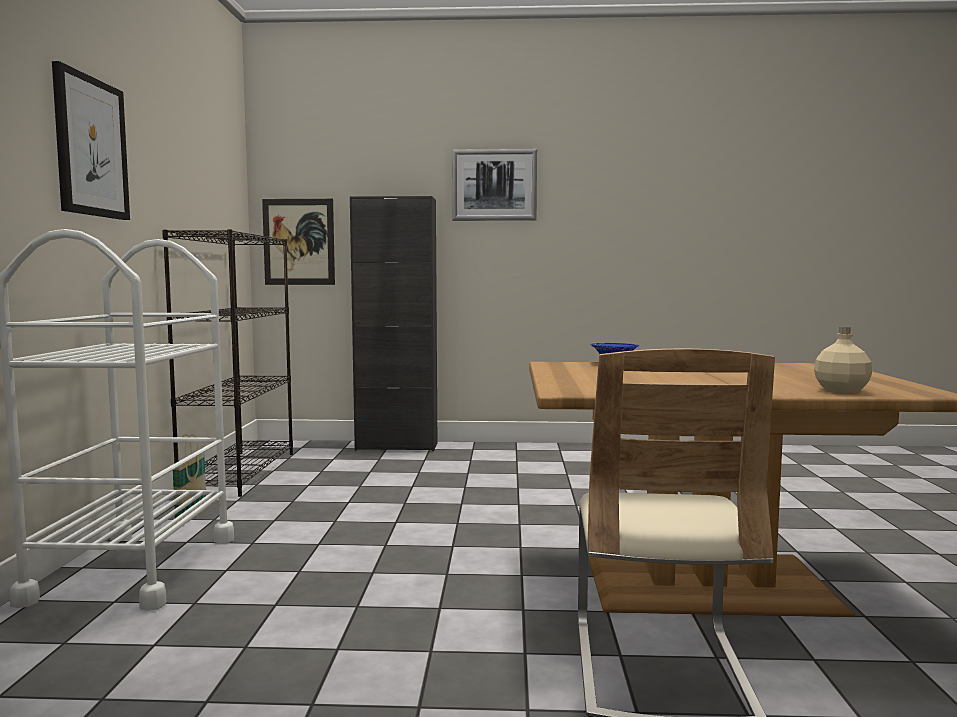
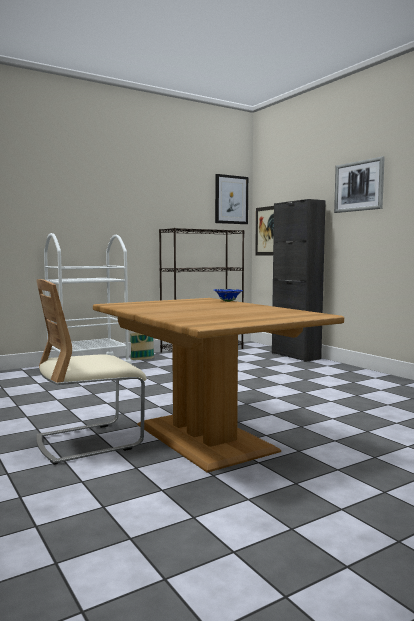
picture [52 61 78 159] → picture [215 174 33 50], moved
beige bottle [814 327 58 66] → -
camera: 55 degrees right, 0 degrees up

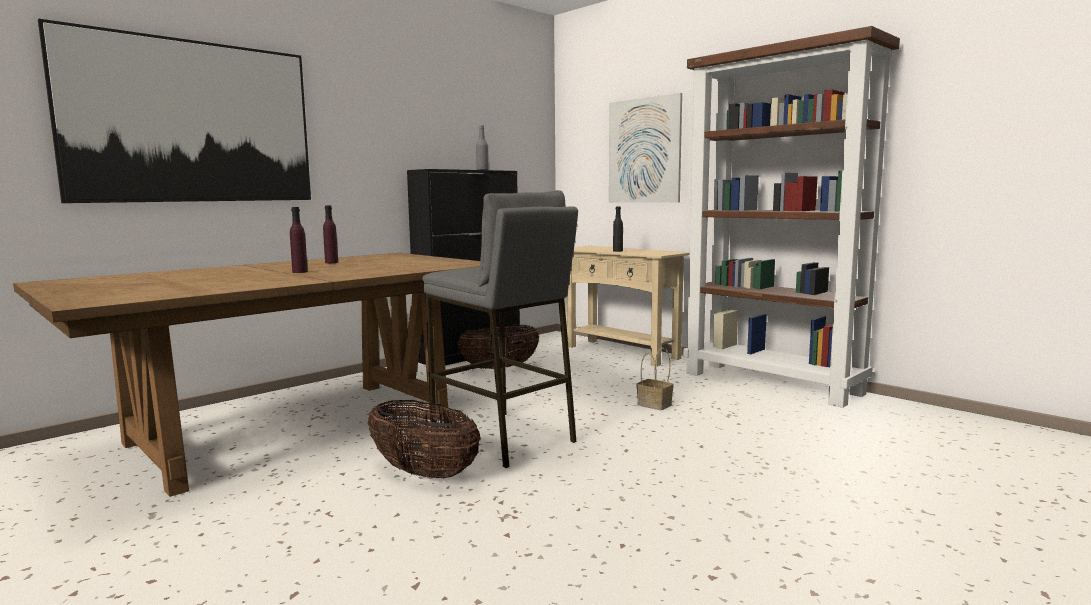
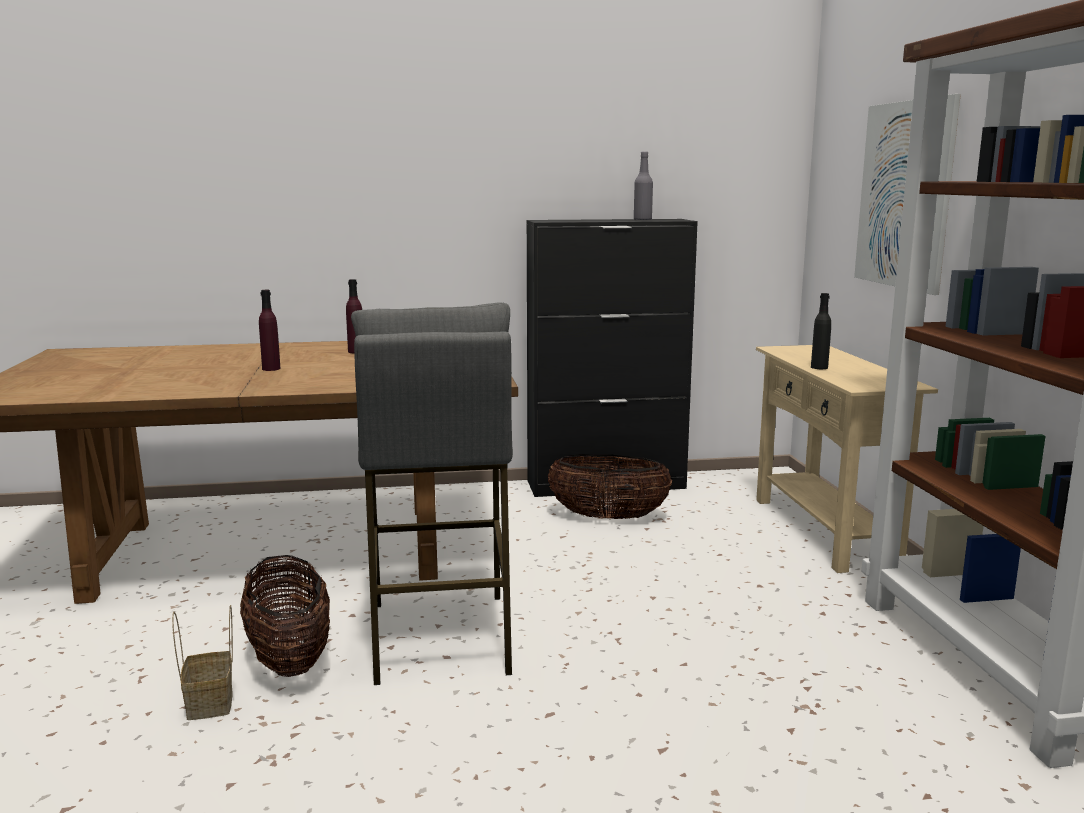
basket [636 348 38 62] → basket [172 605 61 115], moved
picture [38 19 273 184] → -
camera: 35 degrees right, 5 degrees up

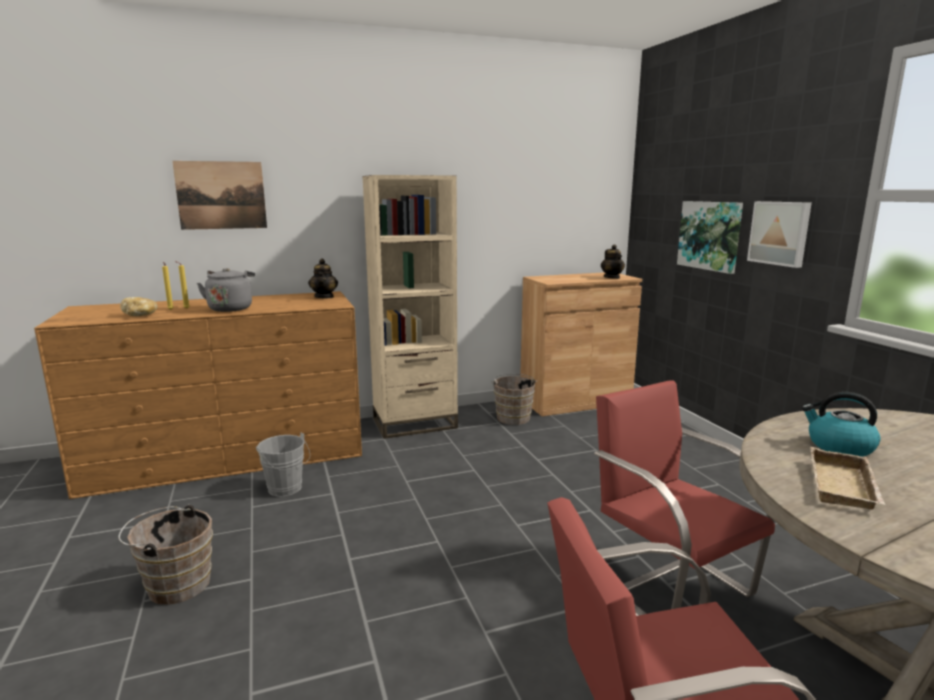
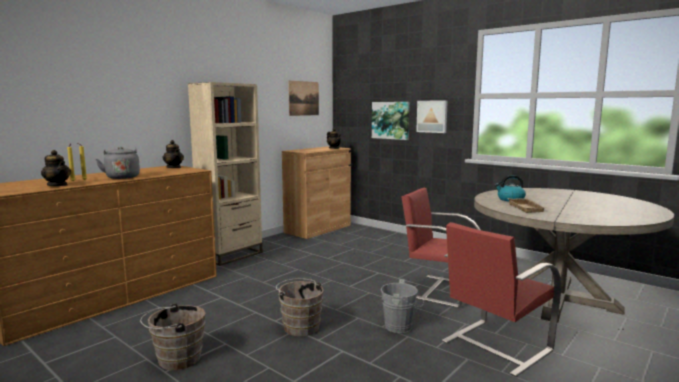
bread [120 297 38 19] → teapot [41 150 30 36]
brown bucket [491 374 46 51] → brown bucket [276 278 48 58], moved
picture [172 161 95 69] → picture [288 81 31 35], moved
grey bucket [256 433 54 64] → grey bucket [381 279 43 54], moved
camera: 30 degrees left, 5 degrees down

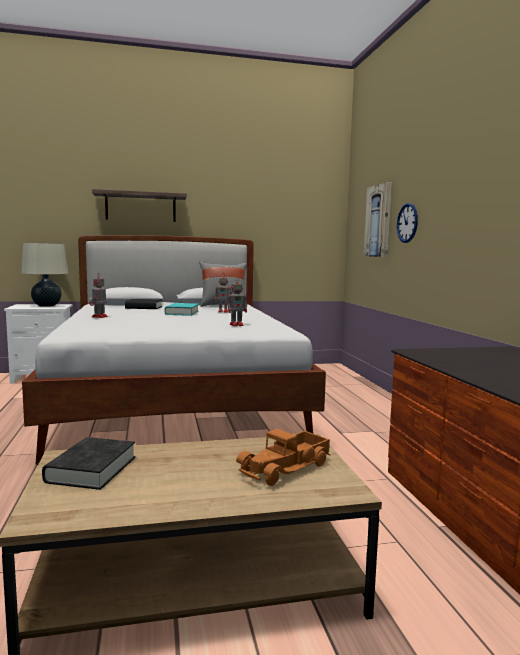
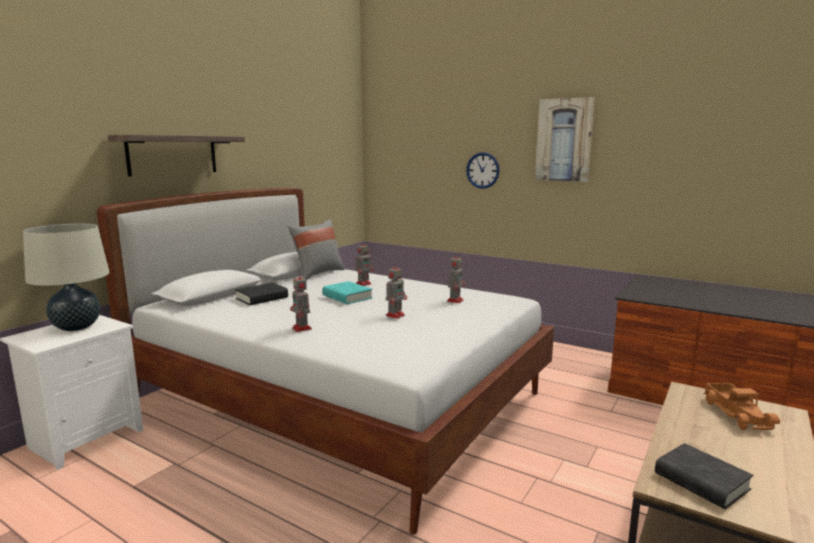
- → toy robot [386 262 21 57]
picture [364 182 28 75] → picture [535 97 60 85], moved
camera: 45 degrees left, 5 degrees up

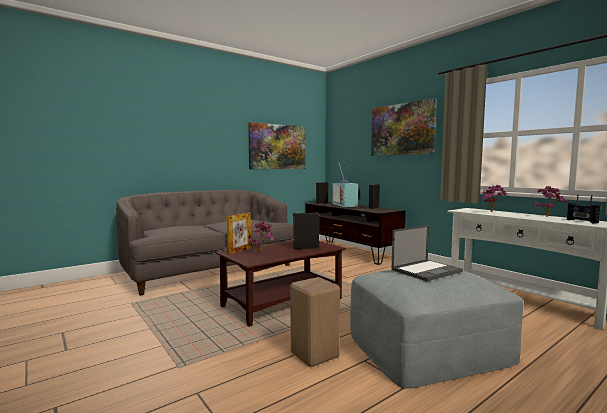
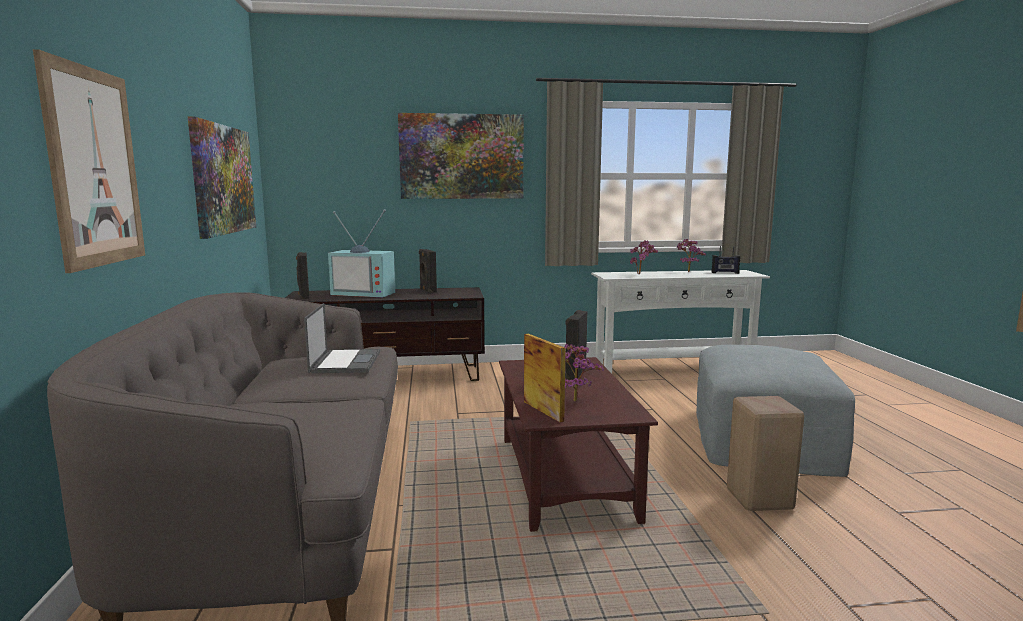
- → picture [33 49 112 224]
laptop [391 225 72 56] → laptop [304 303 76 70], moved
camera: 60 degrees left, 5 degrees up

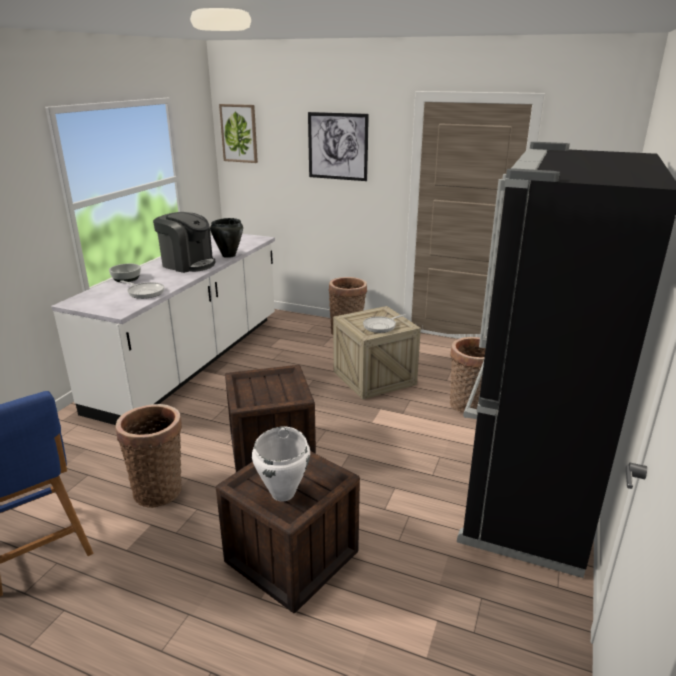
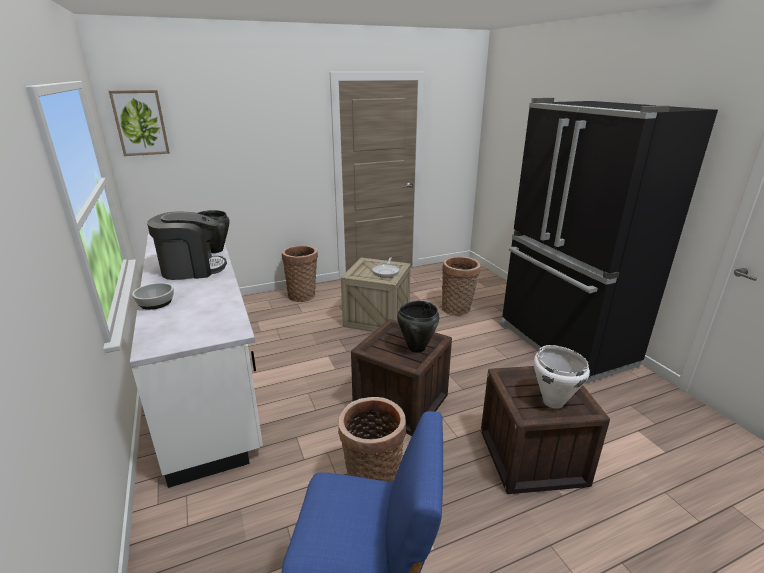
- → black cooking pot [397 301 42 52]
frying pan [120 280 45 19] → -
picture [308 112 61 69] → -
camera: 45 degrees left, 0 degrees up

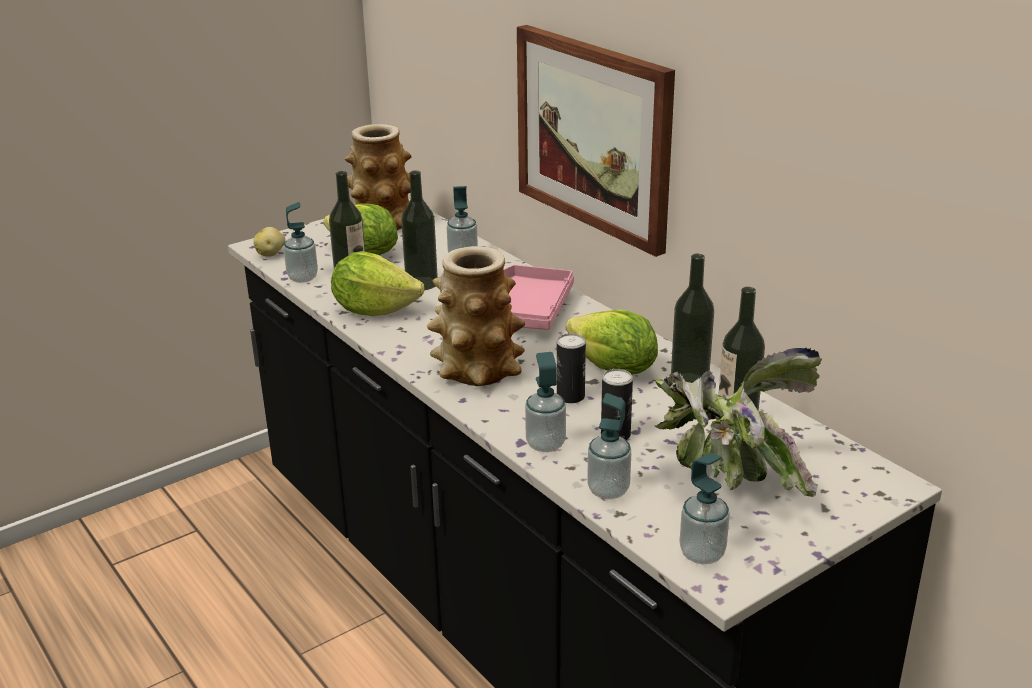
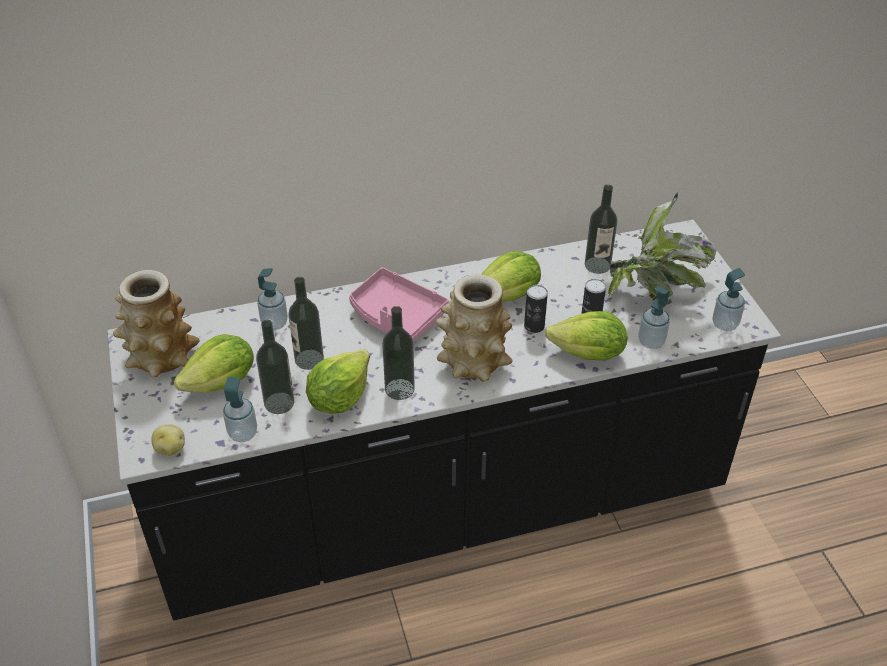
bottle [671 254 43 129] → bottle [382 306 33 94], moved
soap dispenser [525 352 41 100] → lettuce [545 311 82 49]
picture [517 25 158 232] → -
camera: 70 degrees left, 15 degrees up

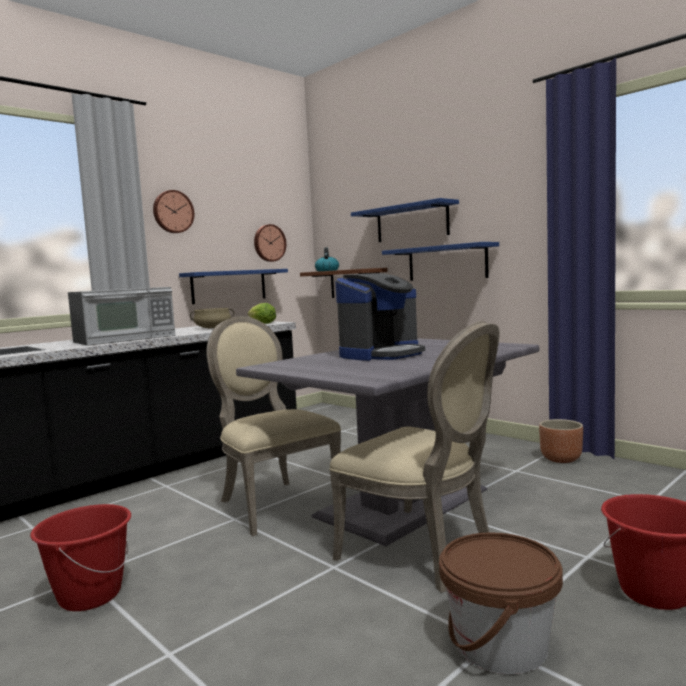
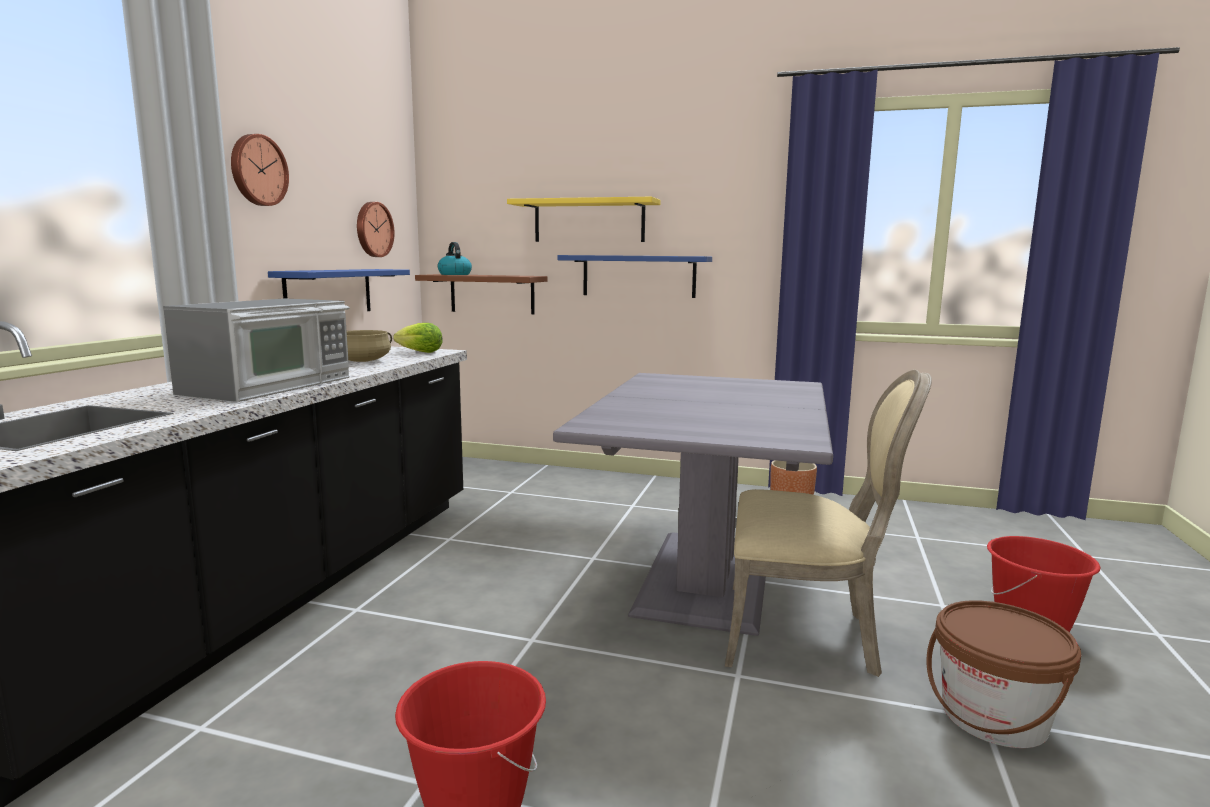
blue shelf [351 198 108 44] → yellow shelf [507 197 154 45]
beige chair [206 316 135 220] → -
coffee machine [335 273 90 88] → -
camera: 30 degrees left, 5 degrees up

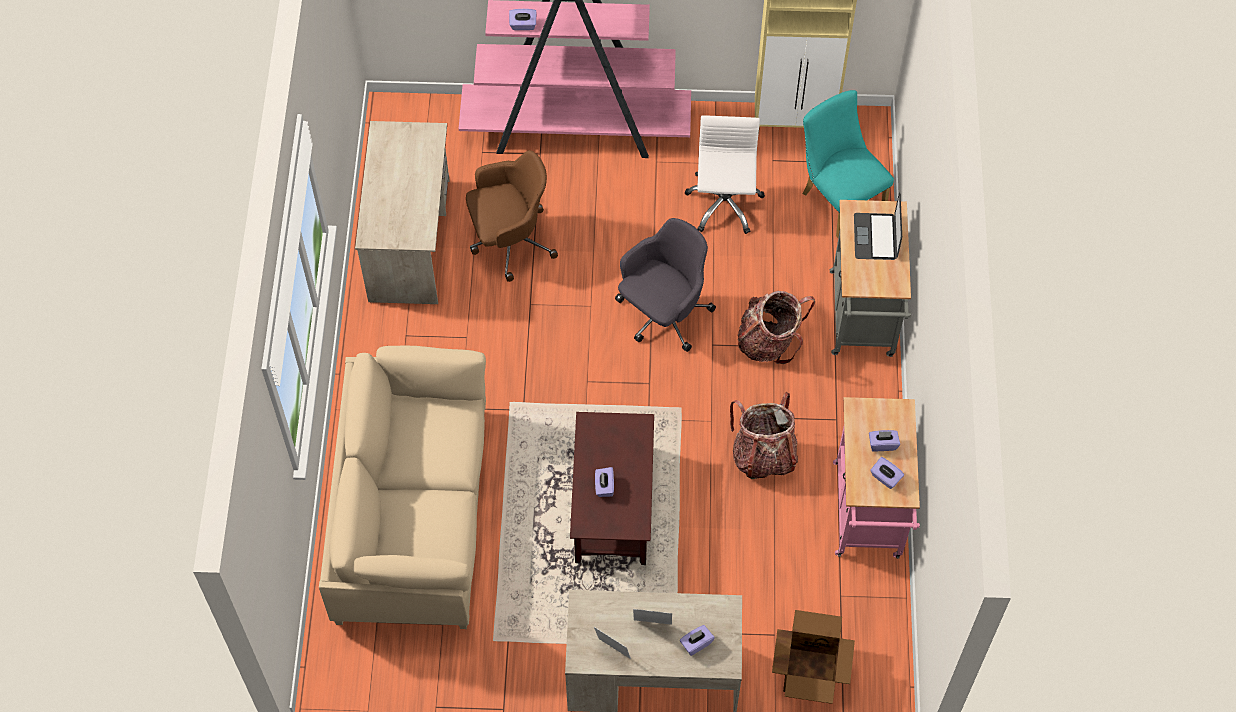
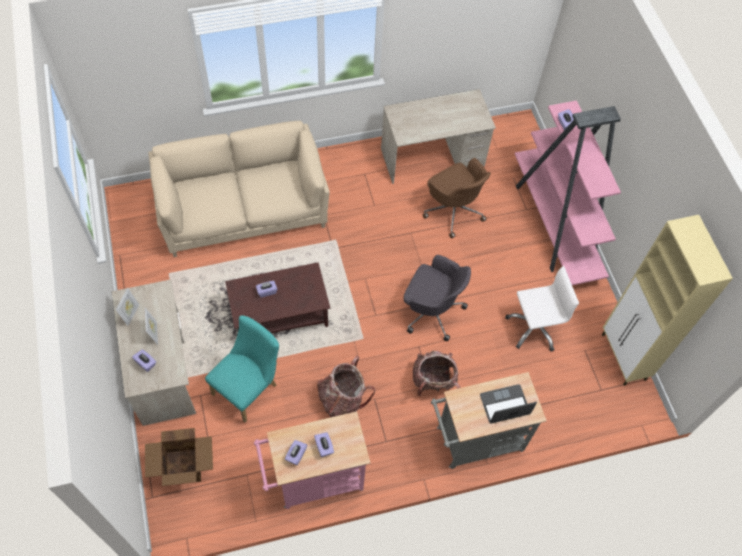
turquoise chair [802 90 92 148] → turquoise chair [205 315 74 108], moved
camera: 70 degrees right, 0 degrees up

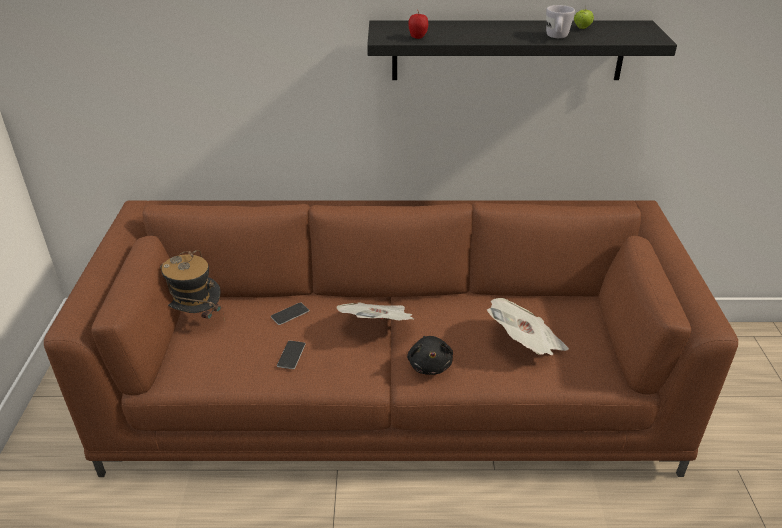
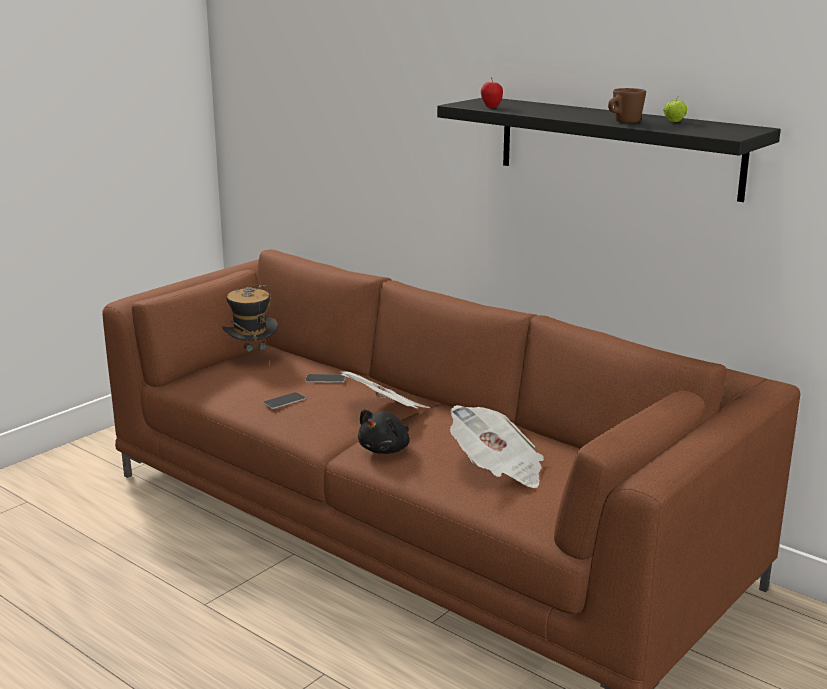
white mug [546 5 29 33] → brown mug [608 88 38 35]
camera: 40 degrees right, 15 degrees down

